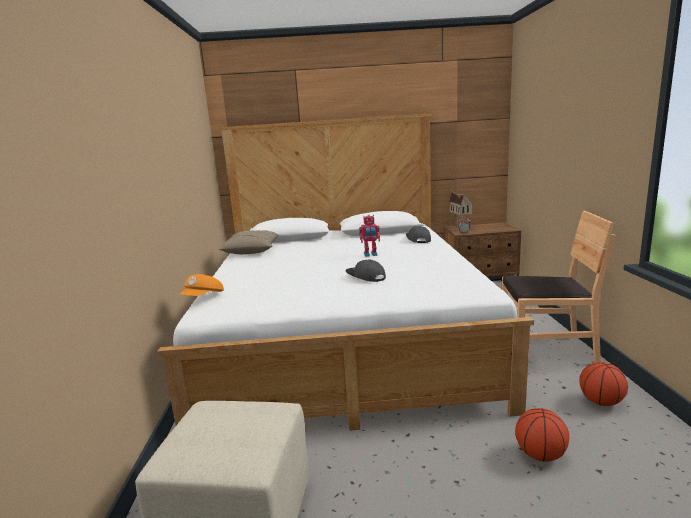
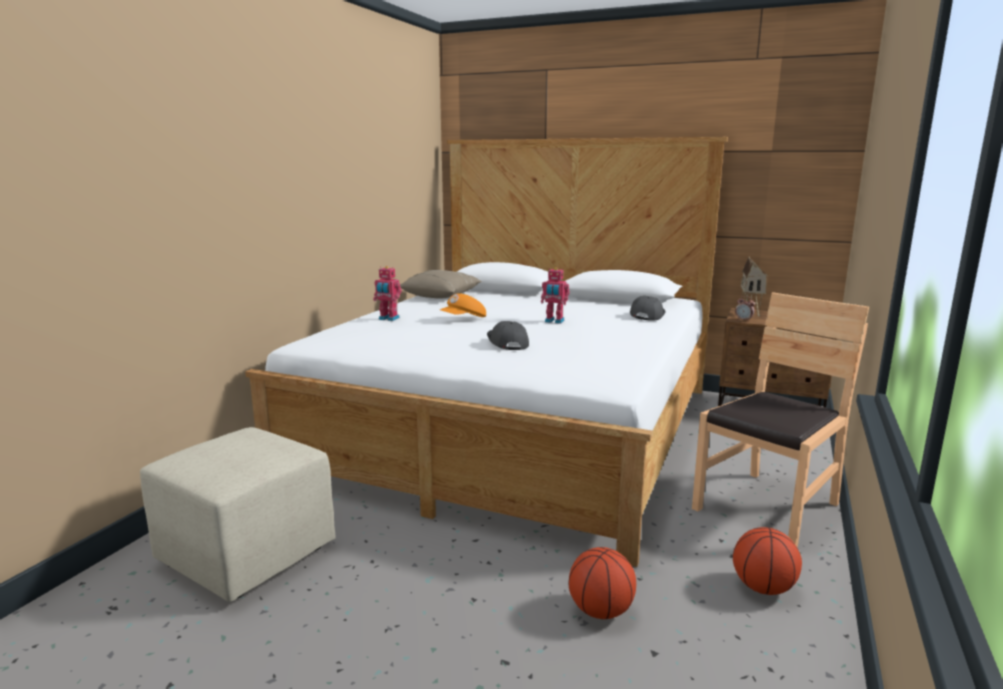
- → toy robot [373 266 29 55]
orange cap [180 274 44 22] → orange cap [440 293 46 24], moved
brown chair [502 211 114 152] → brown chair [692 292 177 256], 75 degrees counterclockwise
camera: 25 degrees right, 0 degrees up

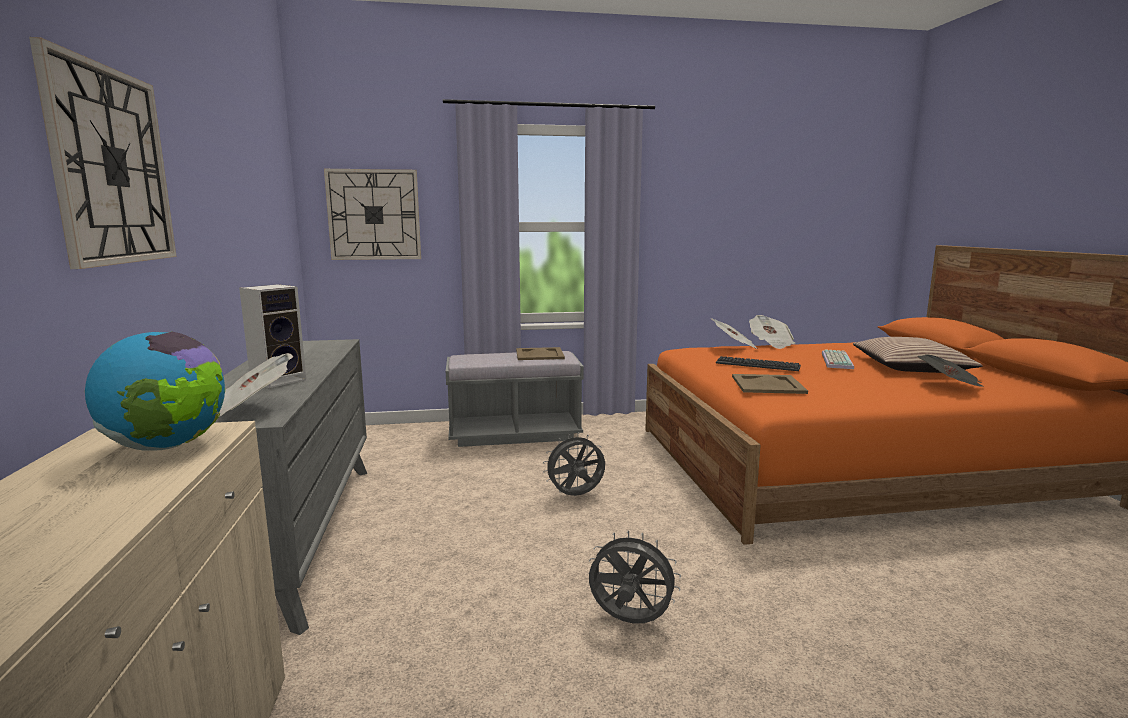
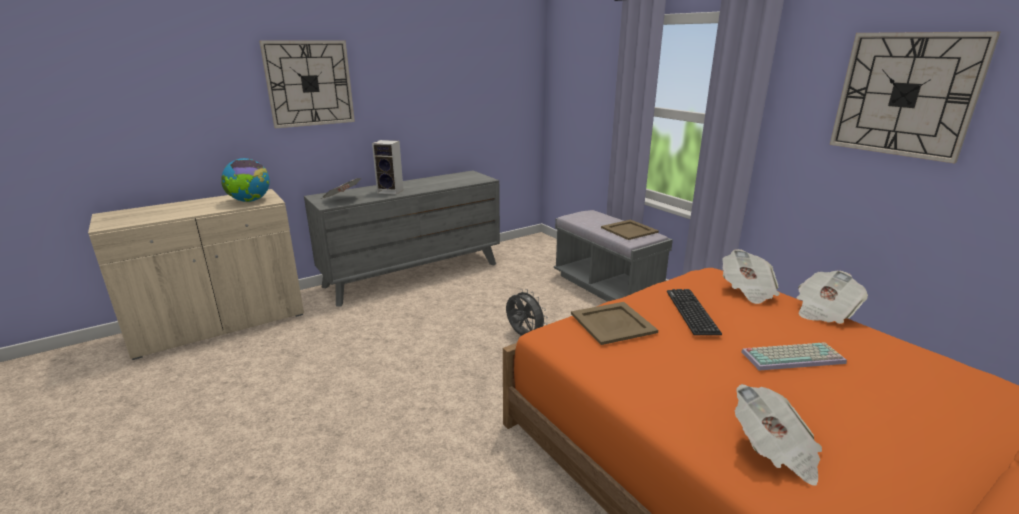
wall clock [324 169 97 91] → wall clock [830 32 170 131], moved
grey fan [589 530 92 94] → -
pillow [853 337 130 36] → -
camera: 65 degrees right, 10 degrees up

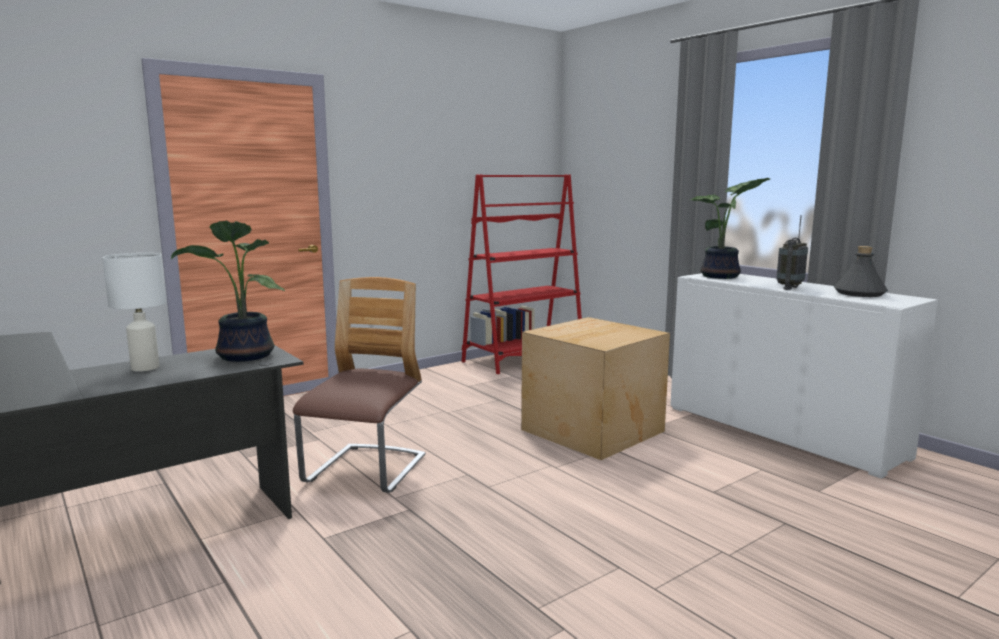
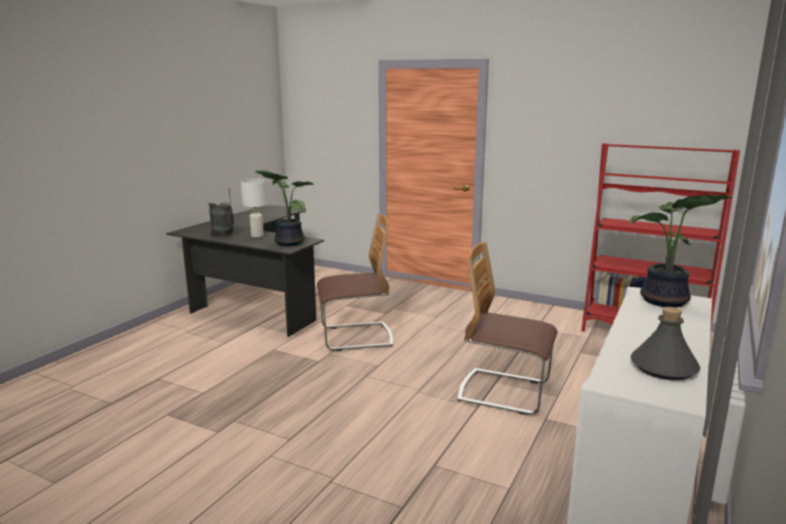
radio [776 215 32 75] → radio [208 188 26 48], moved
cardboard box [521 317 149 143] → chair [457 242 100 173]
camera: 65 degrees right, 5 degrees up

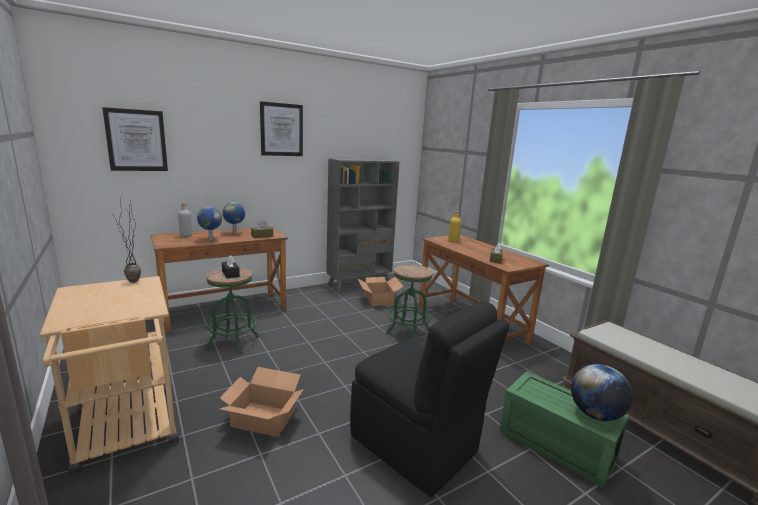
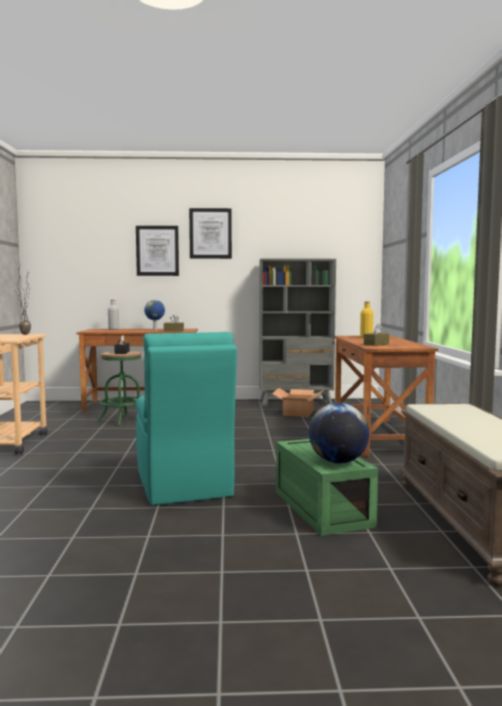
picture [102 107 66 64] → picture [136 226 43 50], moved
black chair [350 301 160 196] → turquoise chair [136 332 101 173]
globe [197 207 25 34] → -
cardboard box [220 367 84 70] → -
green stool [386 265 47 78] → -
camera: 30 degrees right, 10 degrees down

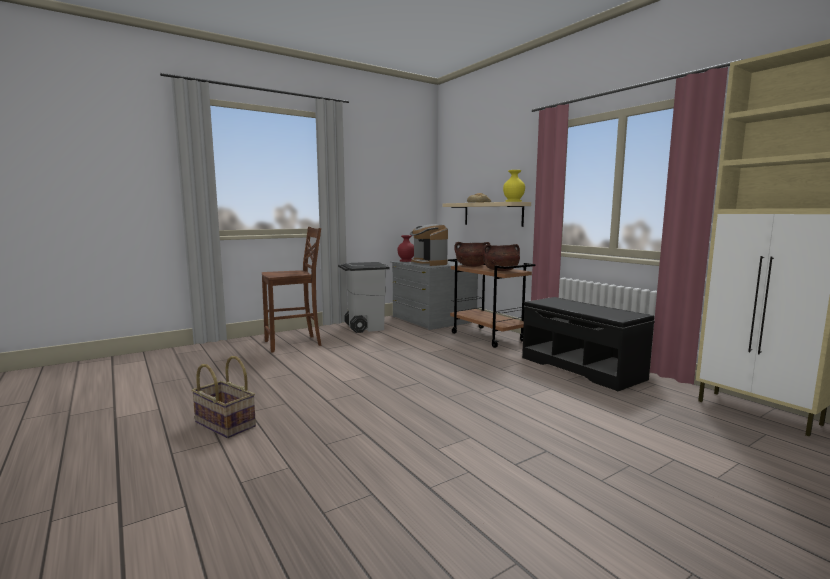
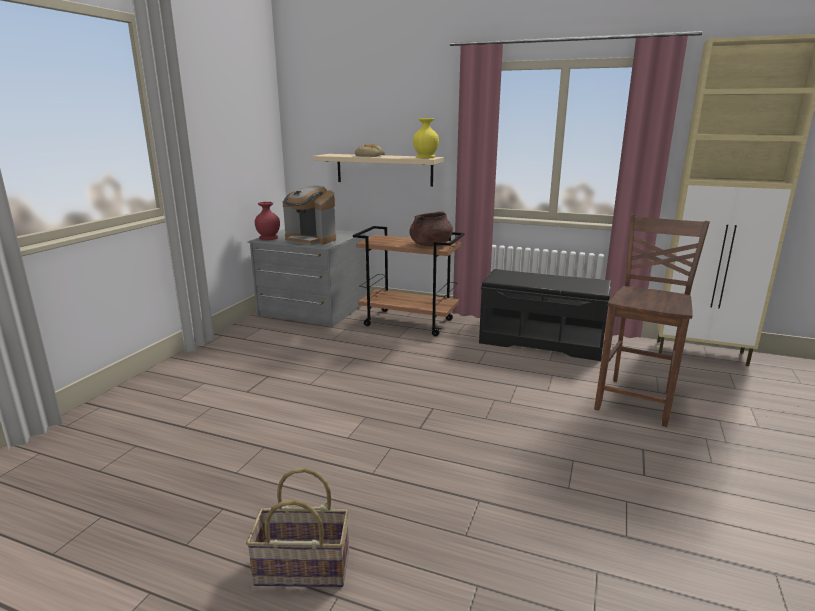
brown chair [262 227 59 126] → brown chair [594 215 116 212], moved
grey trash can [338 262 51 71] → -
brown cooking pot [454 242 36 25] → -
camera: 35 degrees left, 10 degrees up

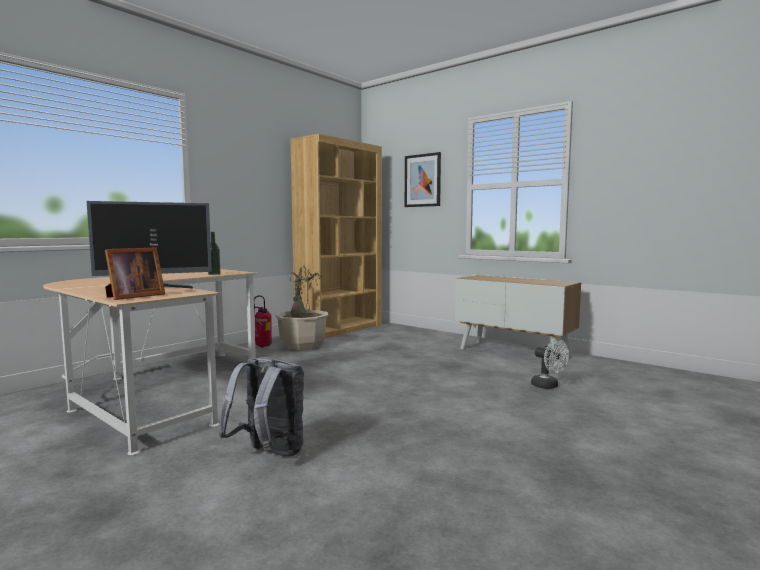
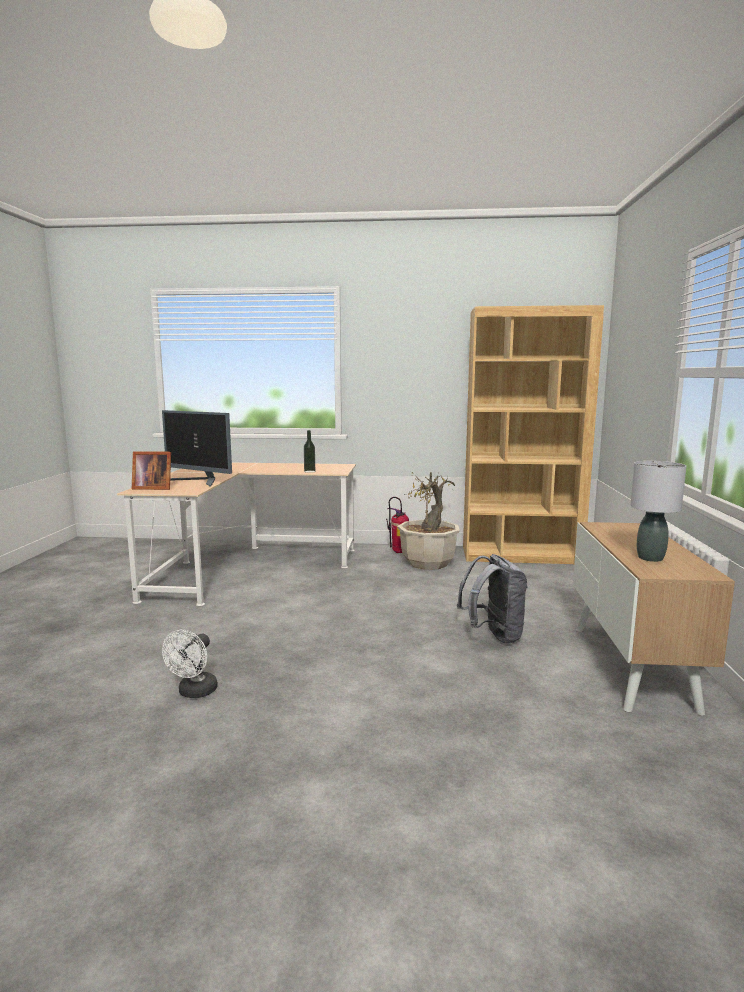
white fan [531 340 38 49] → white fan [162 630 56 68], moved
grey backpack [219 357 85 99] → grey backpack [457 554 71 90], moved
- → grey table lamp [631 461 55 101]
picture [405 152 36 55] → -
camera: 55 degrees right, 5 degrees up

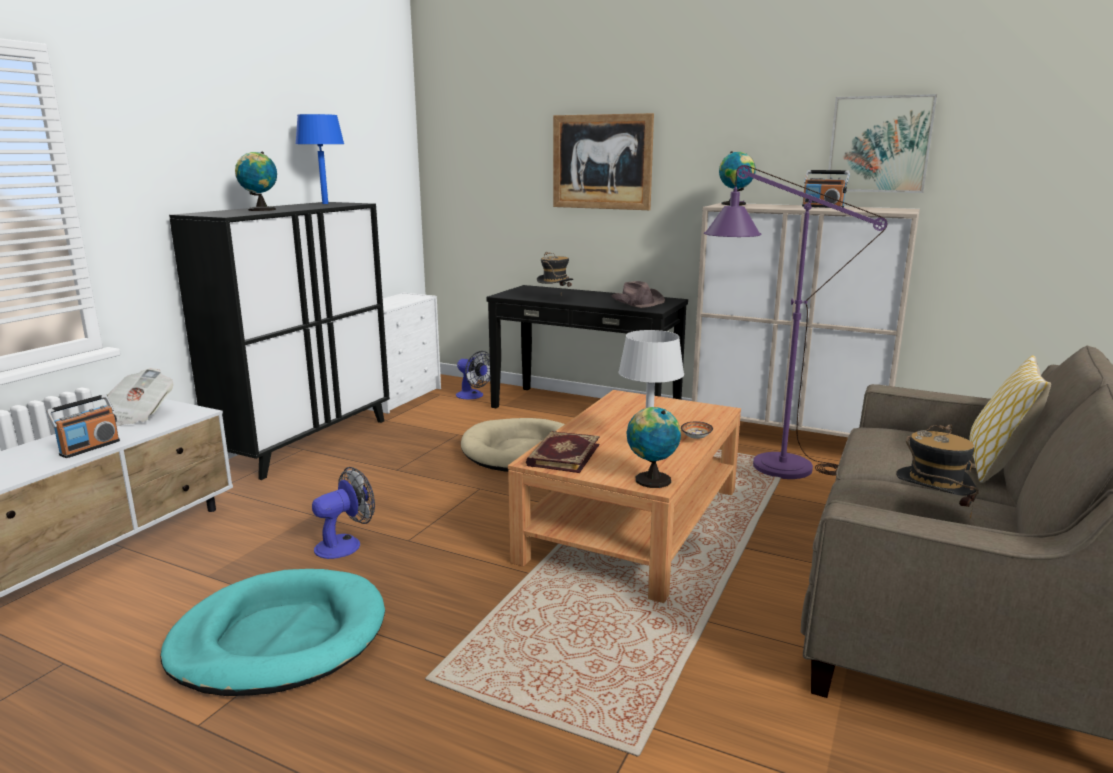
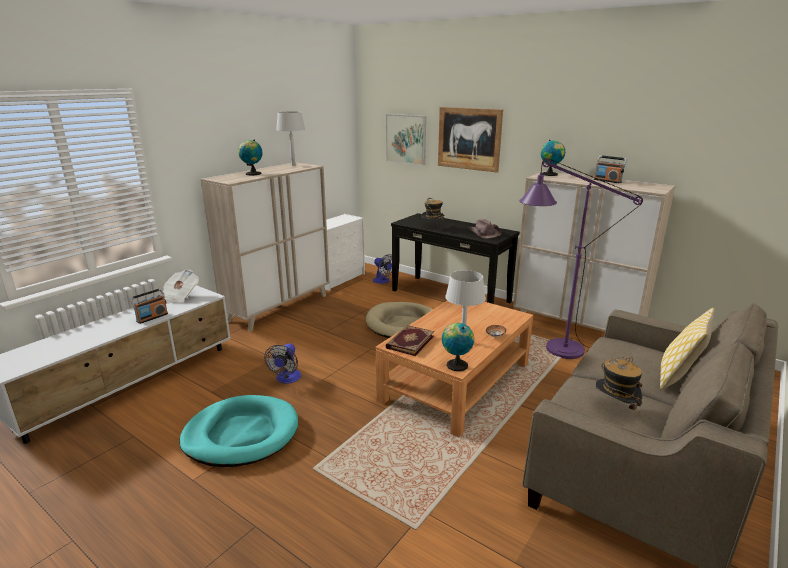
black cabinet [169 202 221 278] → beige cabinet [201 162 129 170]
fan [312 467 63 92] → fan [264 343 37 41], 135 degrees clockwise
blue table lamp [295 114 49 90] → grey table lamp [276 111 29 55]
picture [827 94 110 99] → picture [386 114 40 51], moved
camera: 10 degrees right, 5 degrees up

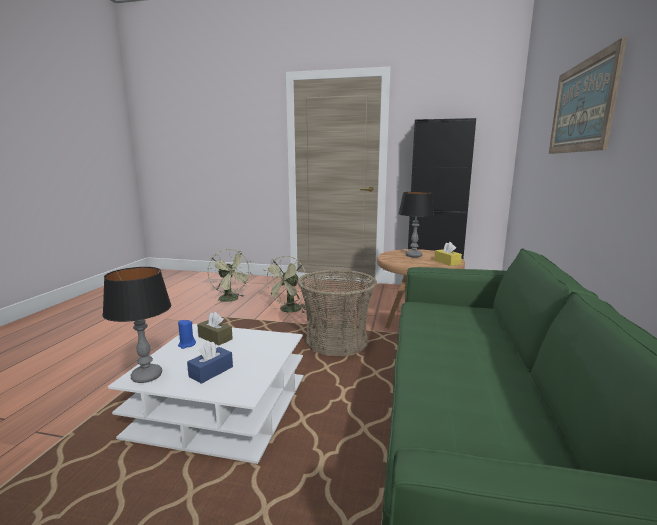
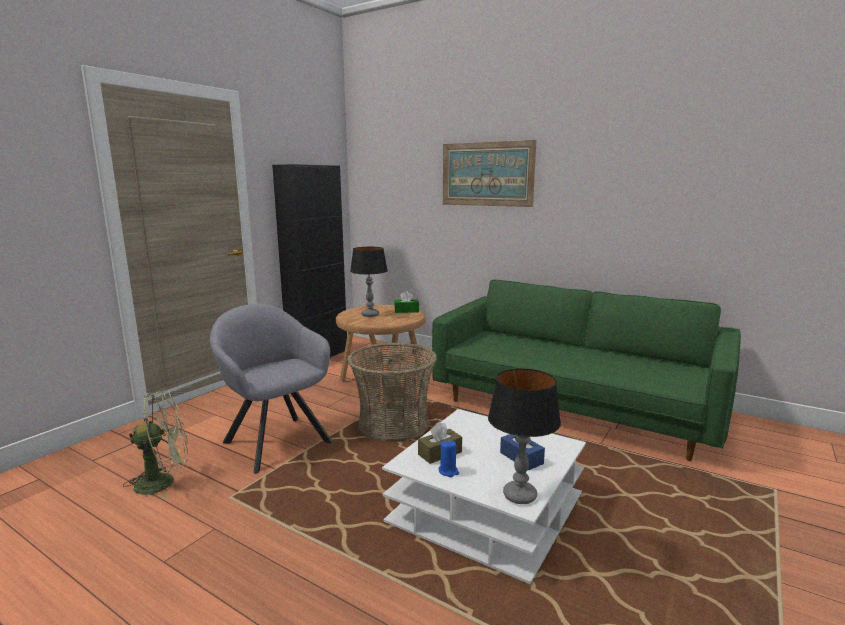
green fan [263 256 44 57] → grey armchair [210 304 123 170]
yellow tissue box [434 242 28 24] → green tissue box [394 291 25 22]
camera: 70 degrees left, 0 degrees up

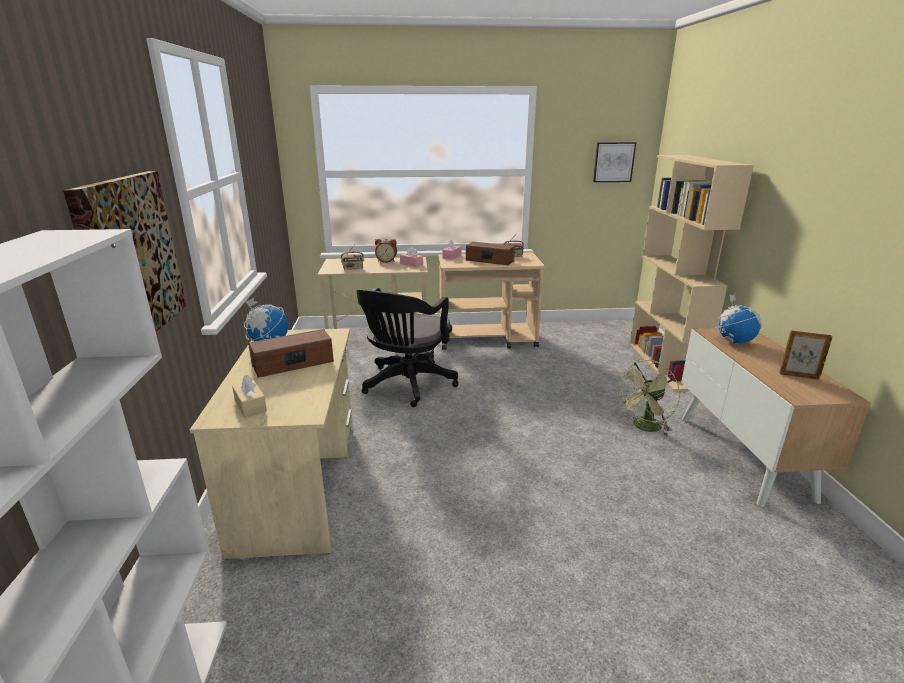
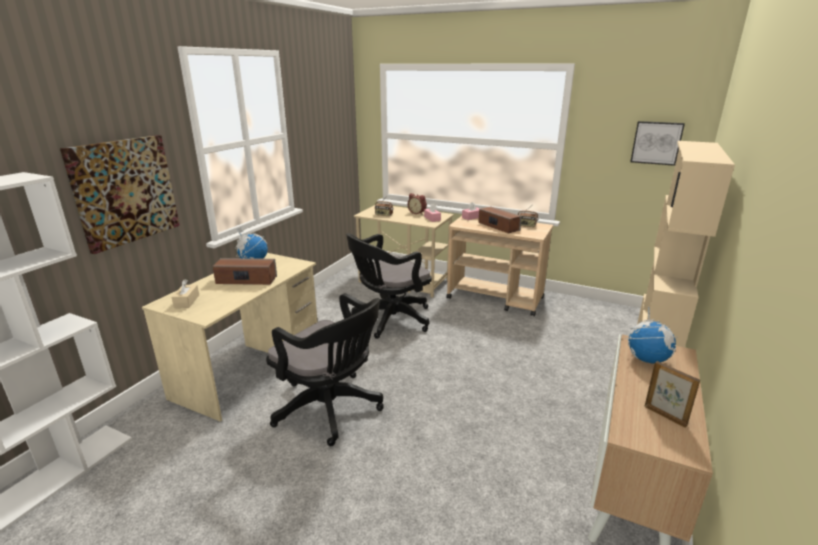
- → black office chair [266 293 118 153]
green fan [616 360 64 76] → -
camera: 30 degrees right, 0 degrees up

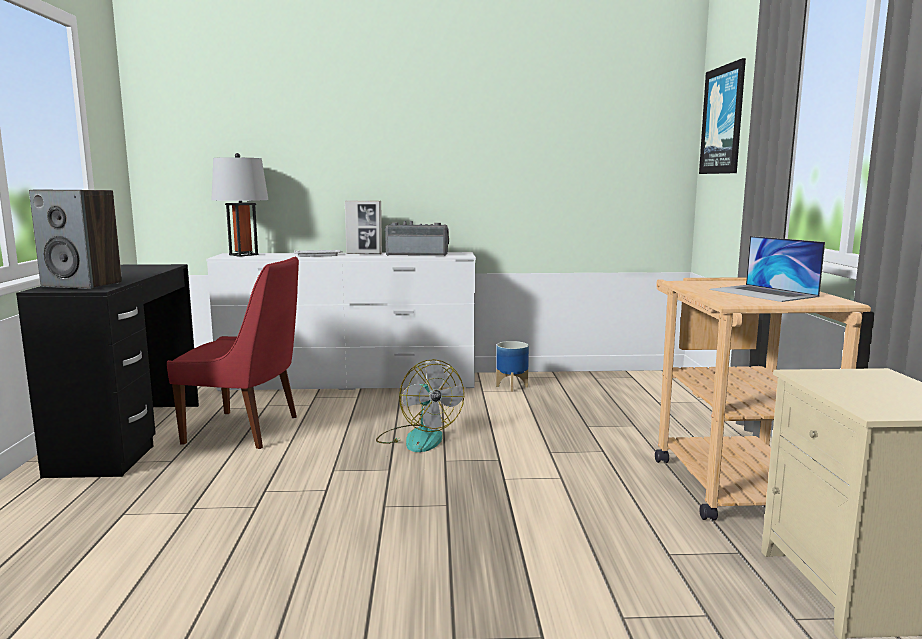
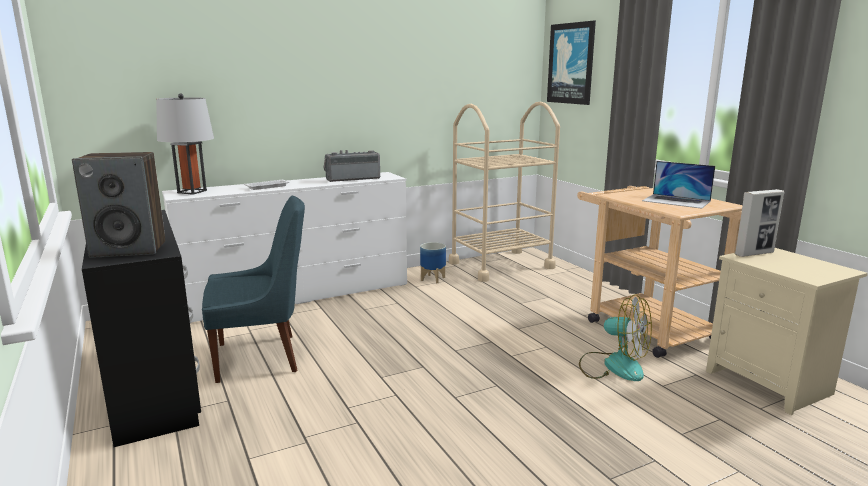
red chair [167 256 132 193] → blue chair [202 196 103 187]
- → beige cart [449 101 111 181]
fan [376 359 88 93] → fan [579 295 73 86], moved
picture frame [345 200 37 54] → picture frame [735 189 49 68], moved
camera: 25 degrees left, 5 degrees up

